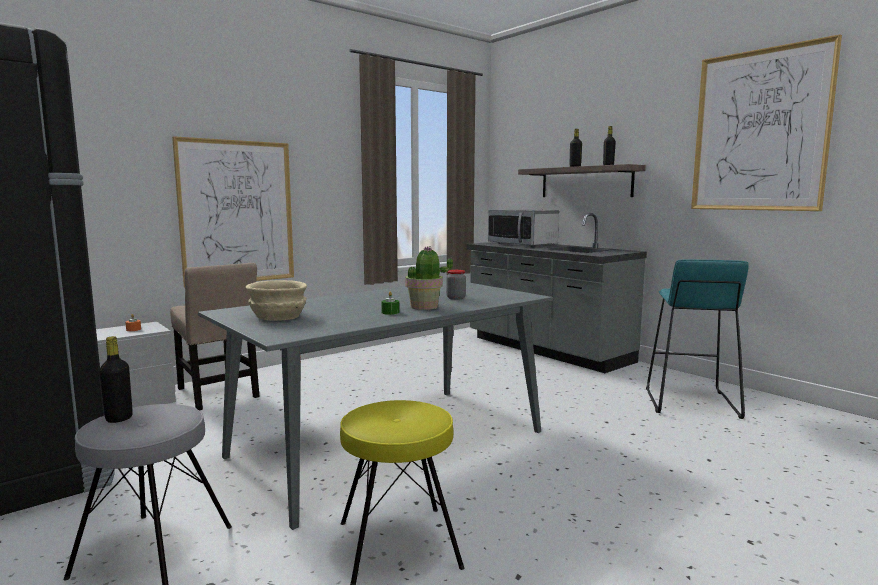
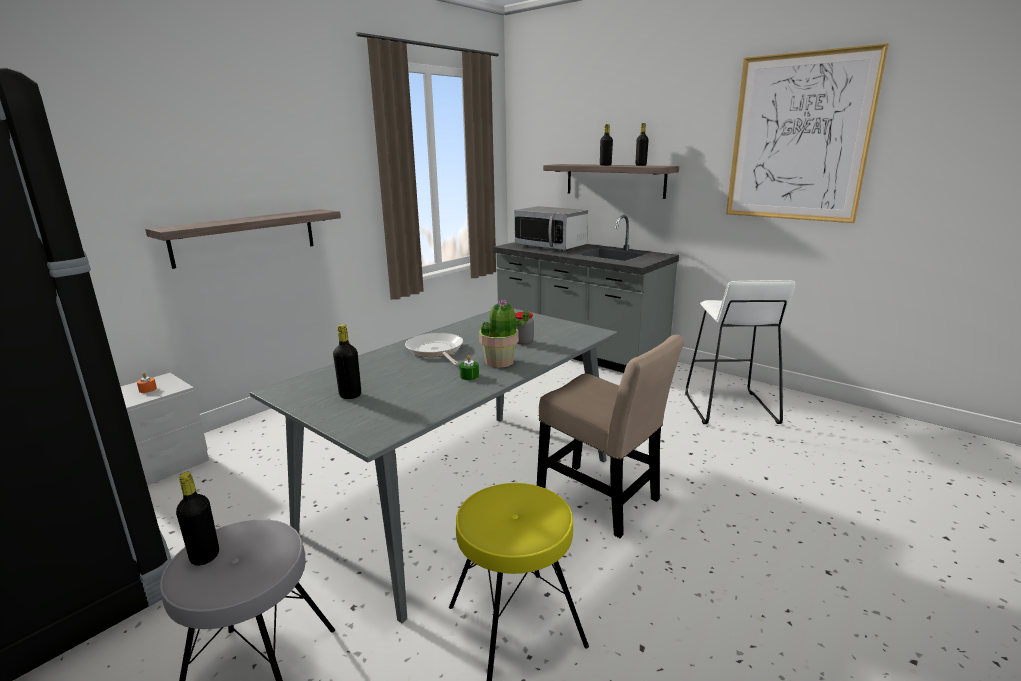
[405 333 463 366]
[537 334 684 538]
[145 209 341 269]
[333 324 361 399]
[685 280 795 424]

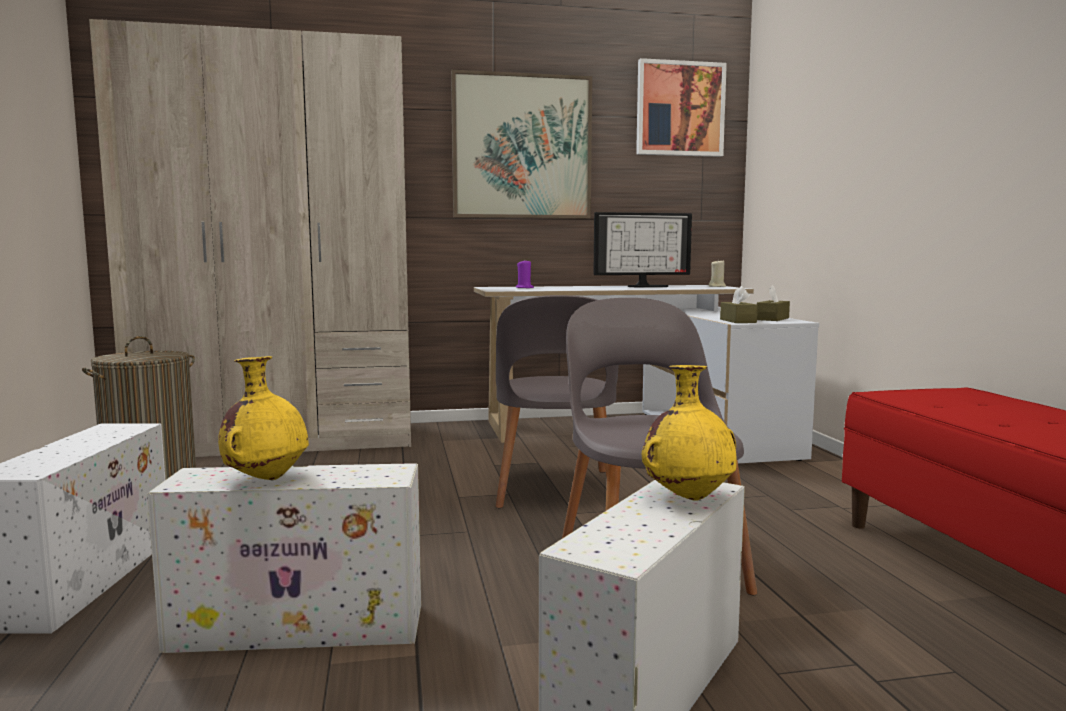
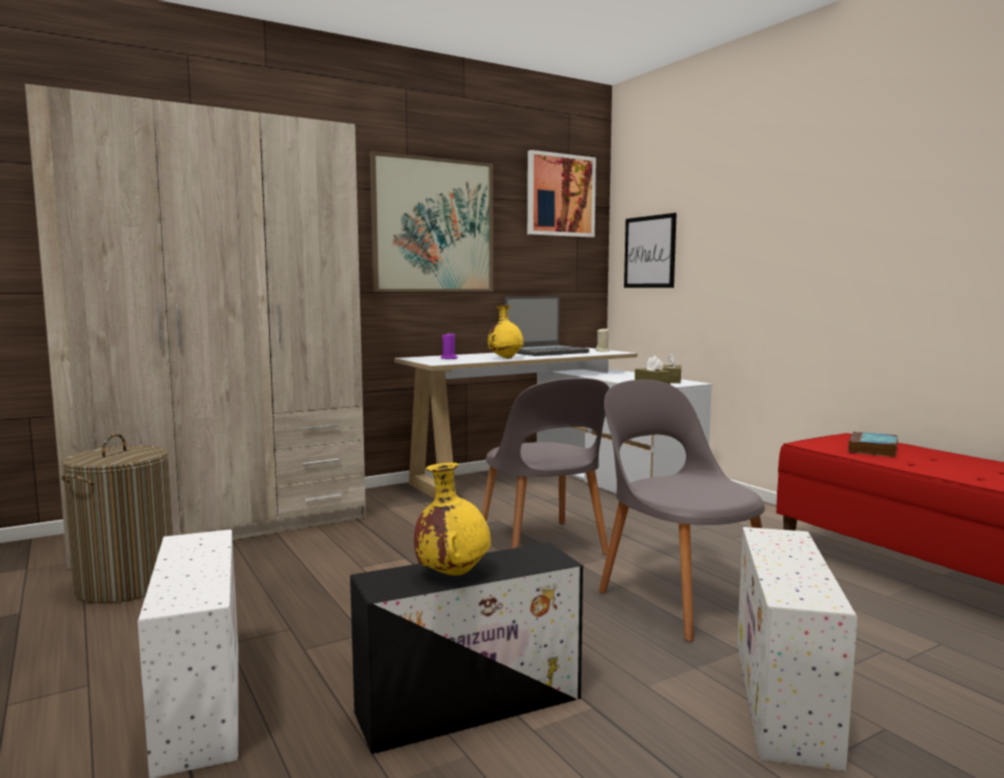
[624 213 677 288]
[848 431 898 457]
[488 305 523 359]
[505 296 589 356]
[350 543 583 754]

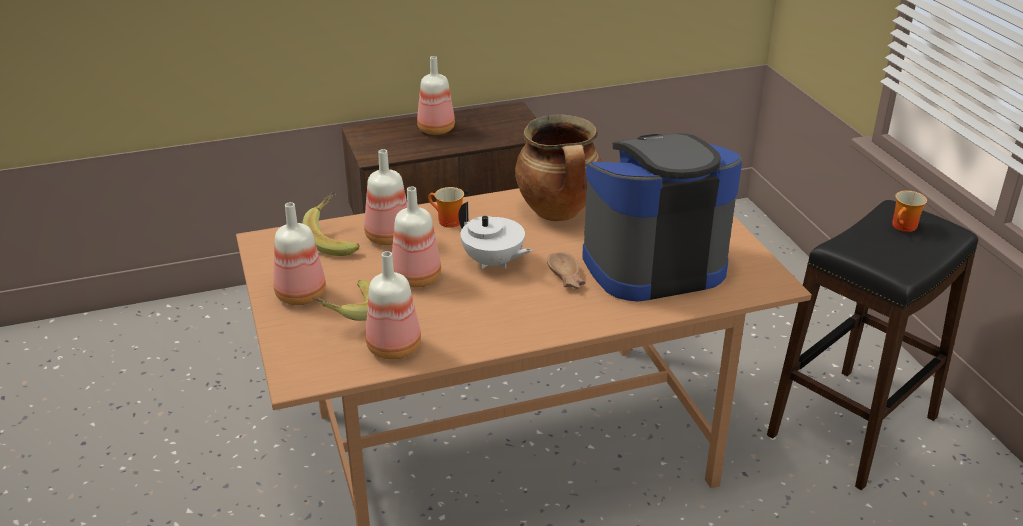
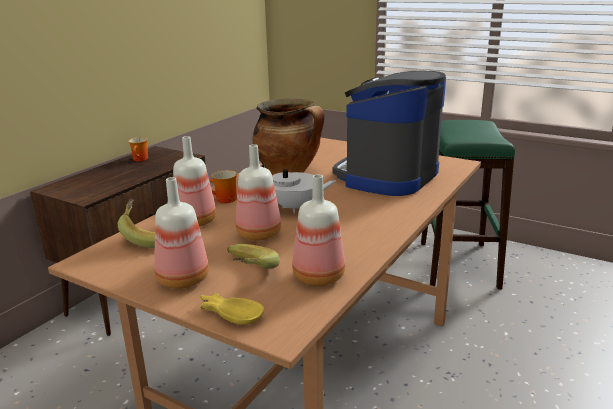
[417 56 455 135] (first image)
[547 252 586 289] (first image)
[200 293 264 325]
[129 137 148 161]
[421 120 515 289]

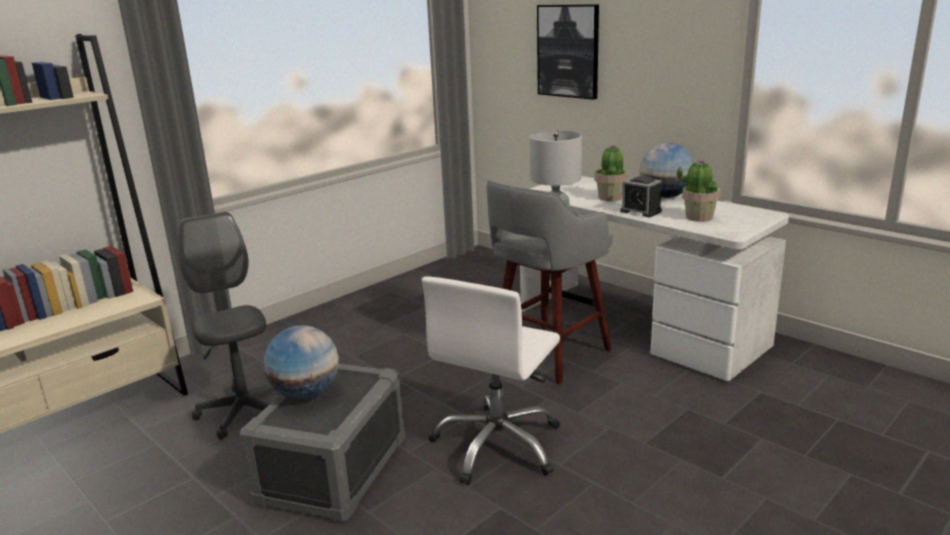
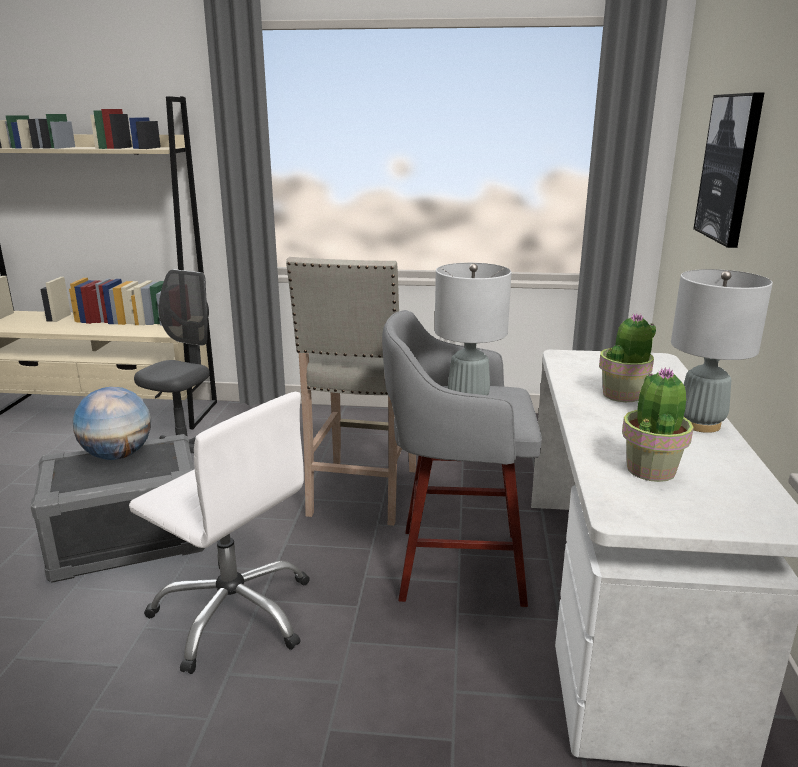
[620 176 662 217] (first image)
[286 257 416 526]
[671 269 773 433]
[129 392 310 674]

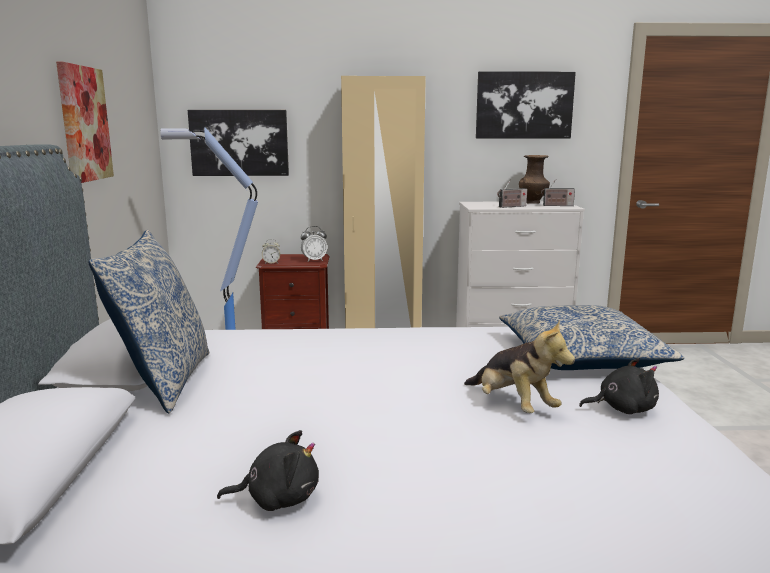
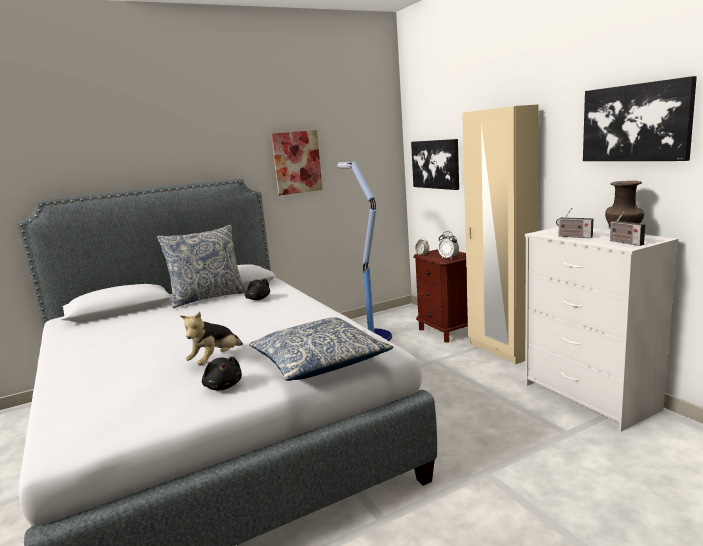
[245 278 270 300]

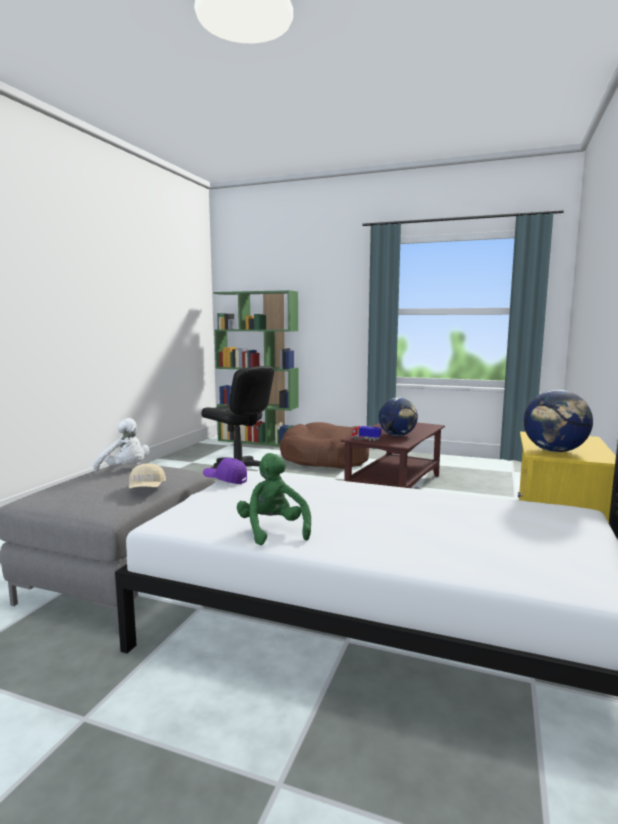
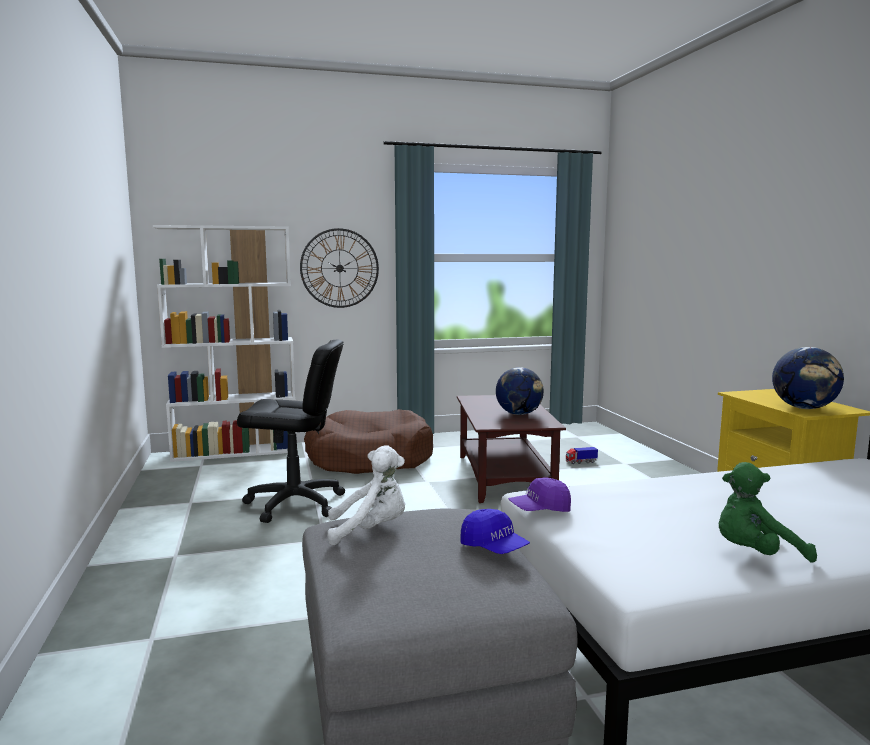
[300 228 379 308]
[566 447 598 464]
[460 509 530 554]
[153 225 295 462]
[719 462 817 563]

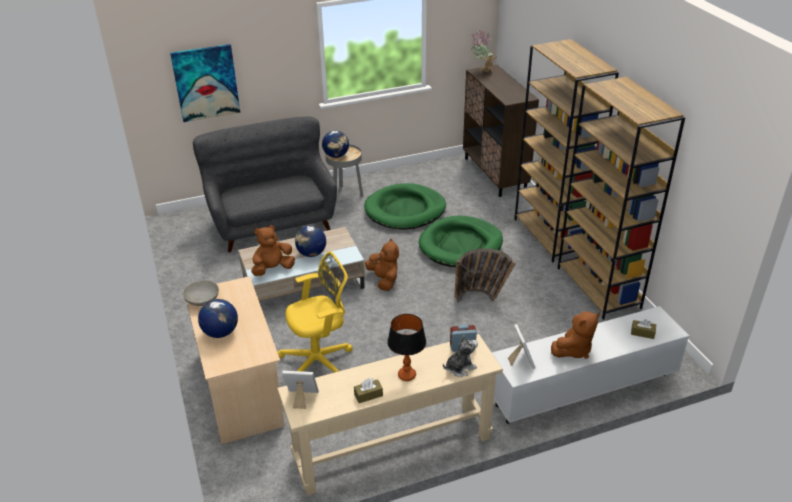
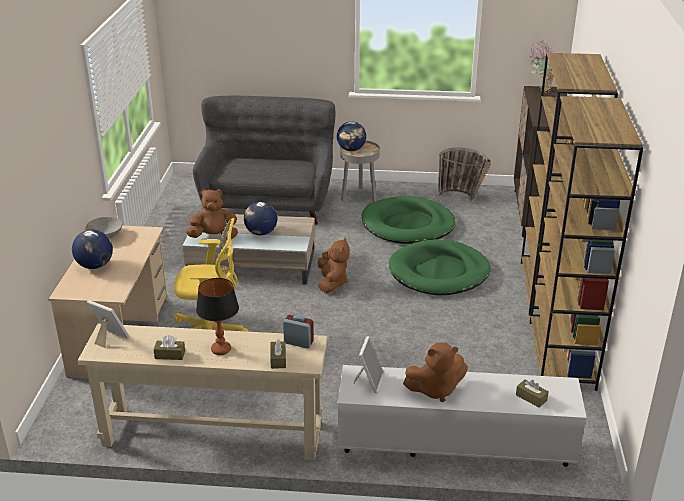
[170 44 240 122] (first image)
[438 148 491 201]
[270 339 286 369]

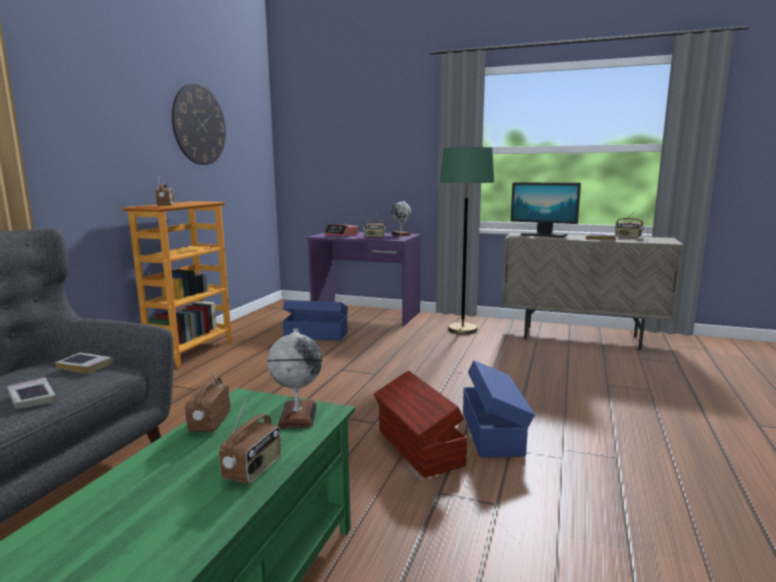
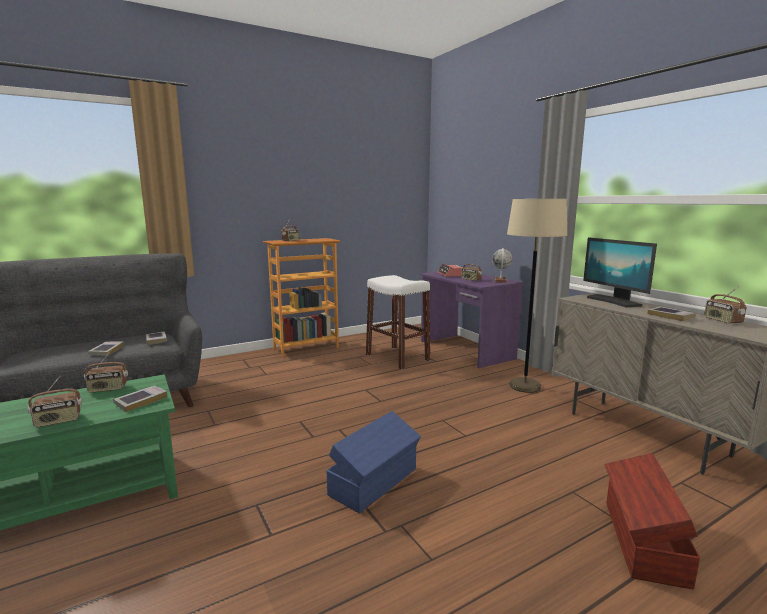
[172 84 226 165] (first image)
[605 453 700 590]
[113 386 167 412]
[366 275 430 369]
[507 199 567 393]
[84 350 128 393]

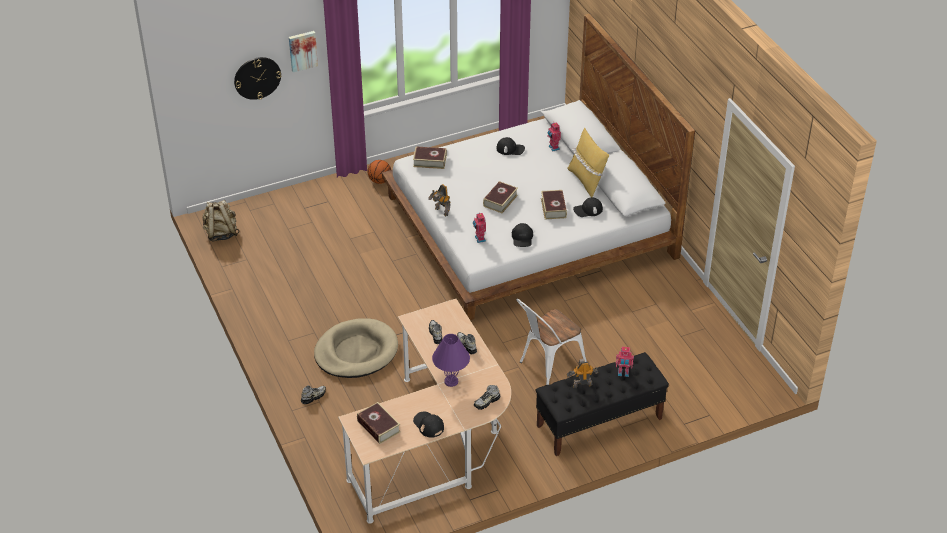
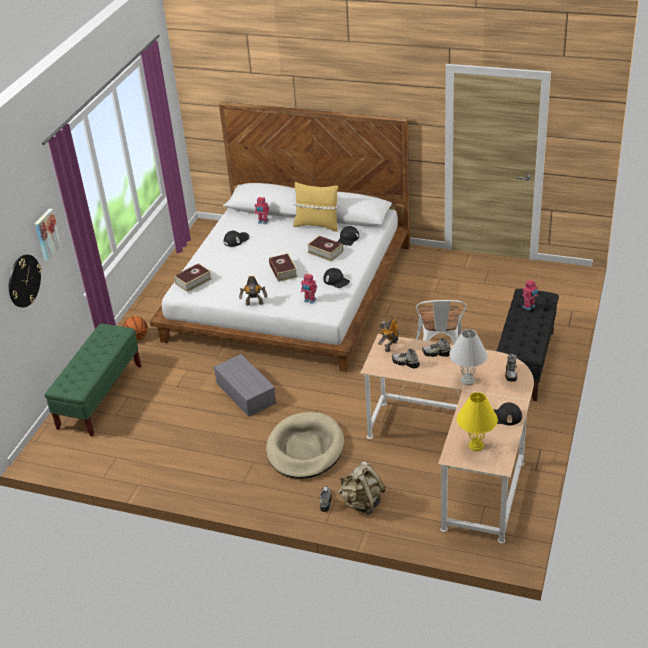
[45 324 141 437]
[214 354 276 417]
[338 461 386 515]
[378 318 399 352]
[457 392 498 451]
[449 329 488 385]

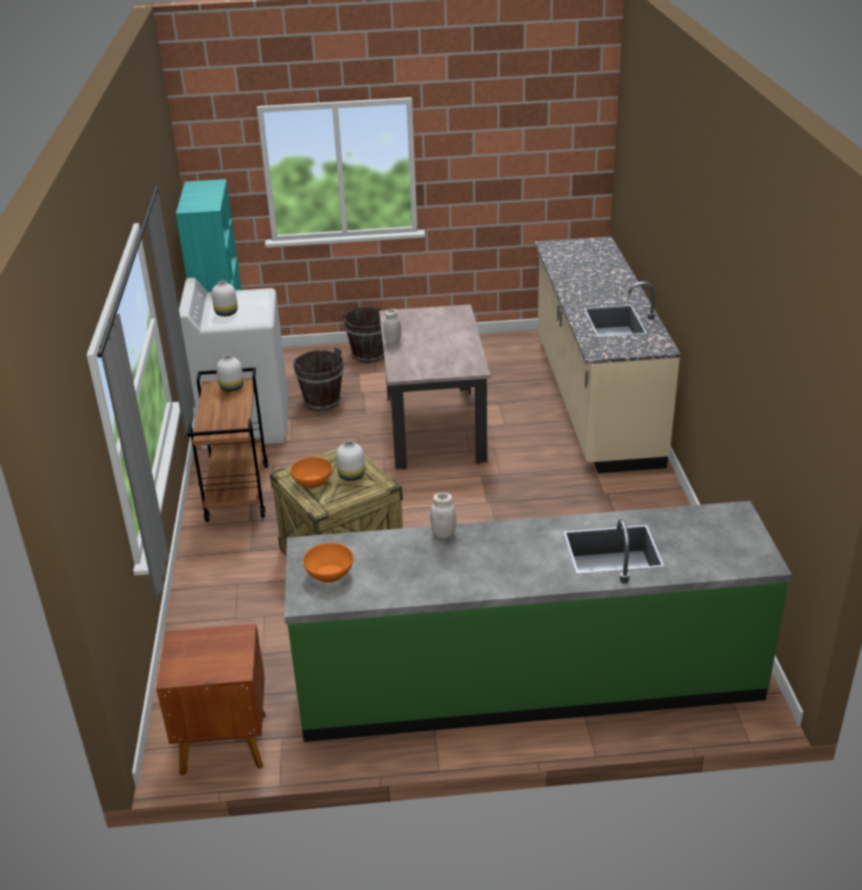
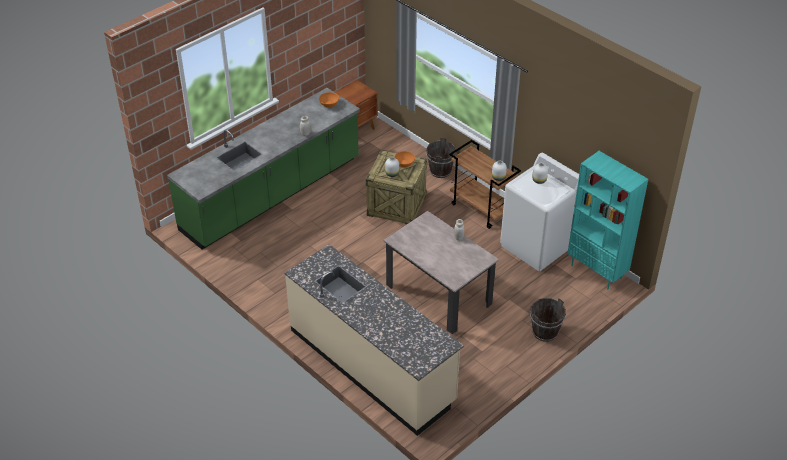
[426 137 456 178]

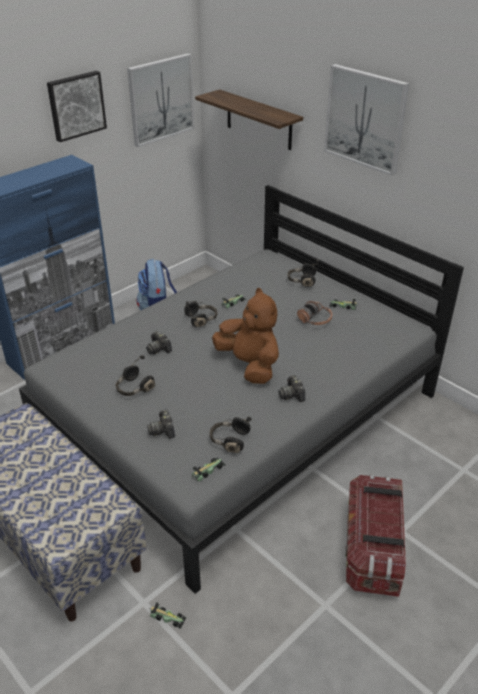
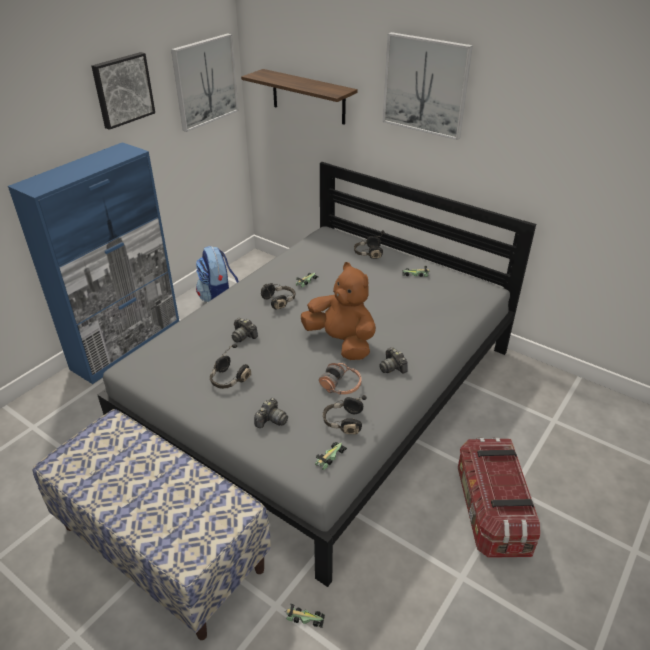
[319 363 362 395]
[254 398 288 428]

